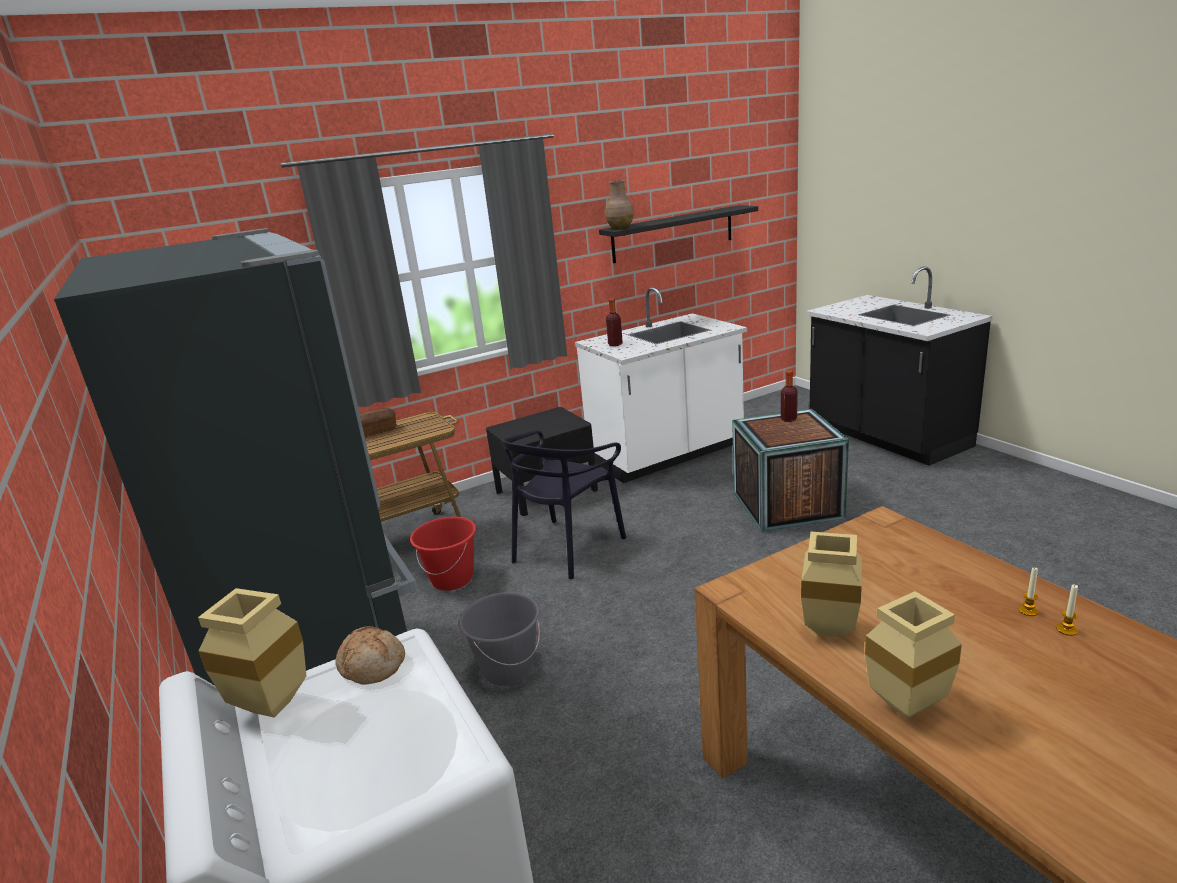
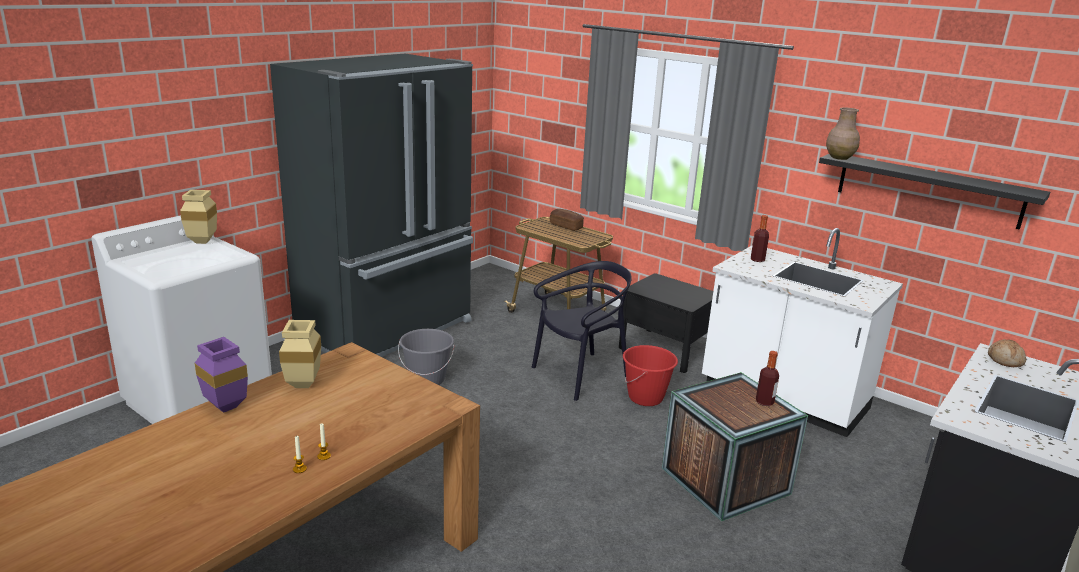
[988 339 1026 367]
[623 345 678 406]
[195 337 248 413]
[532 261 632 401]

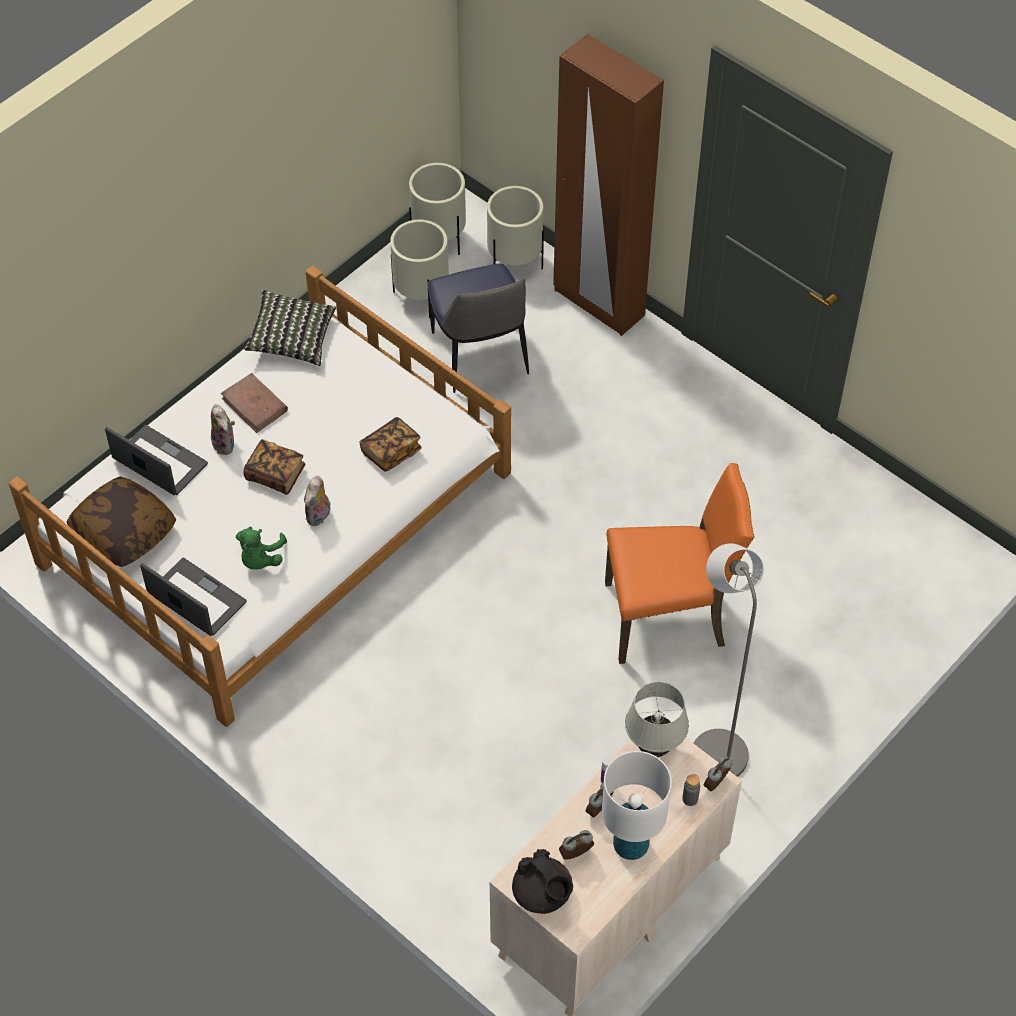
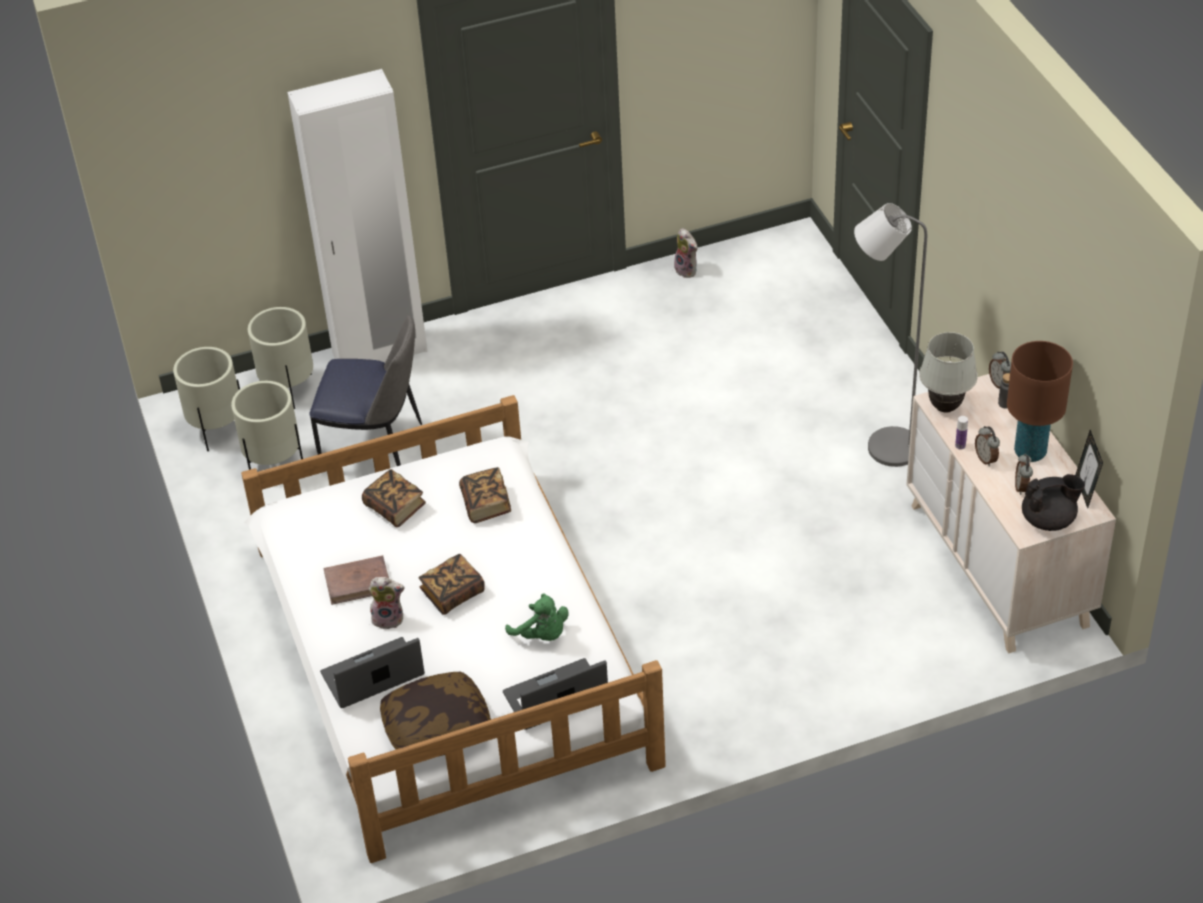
[244 290 336 366] (first image)
[605 463 755 664] (first image)
[362 469 426 527]
[1075 430 1103 508]
[674 228 698 278]
[287 69 427 363]
[1007 341 1073 462]

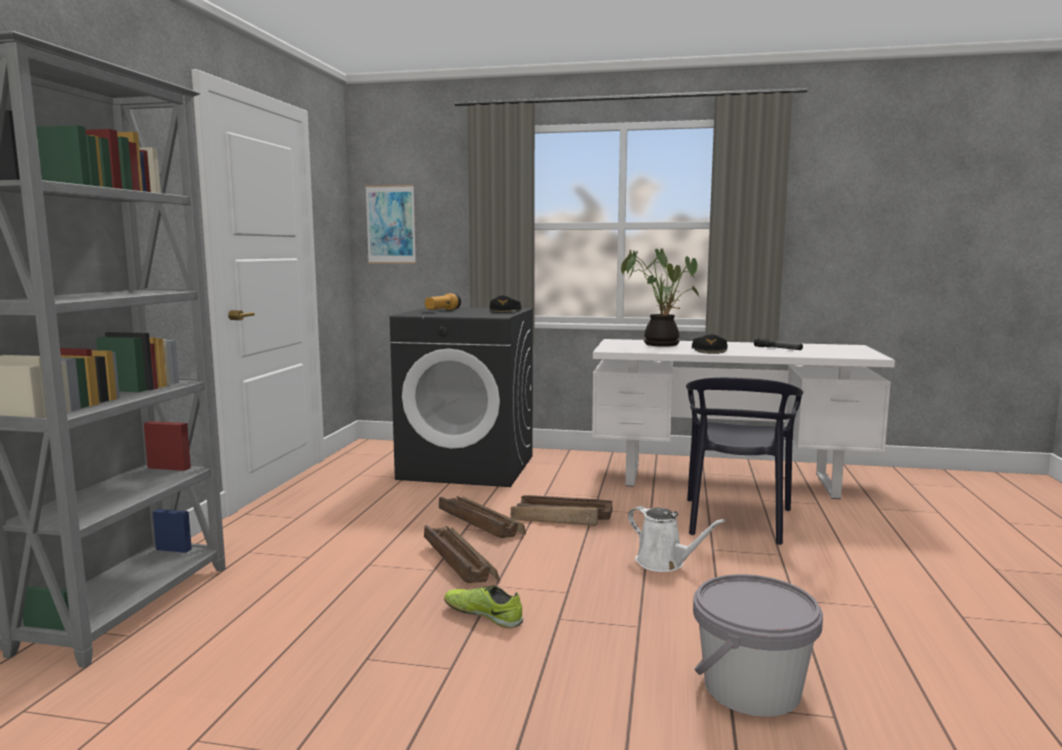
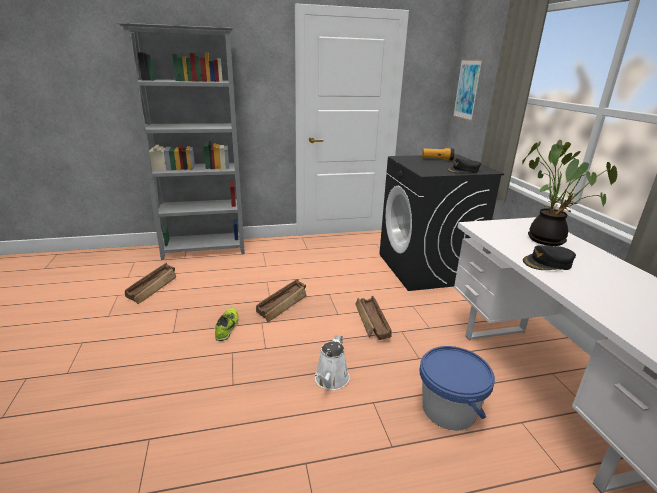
[693 574 823 717] (first image)
[754 338 803 350] (first image)
[125 263 176 304]
[419 346 495 431]

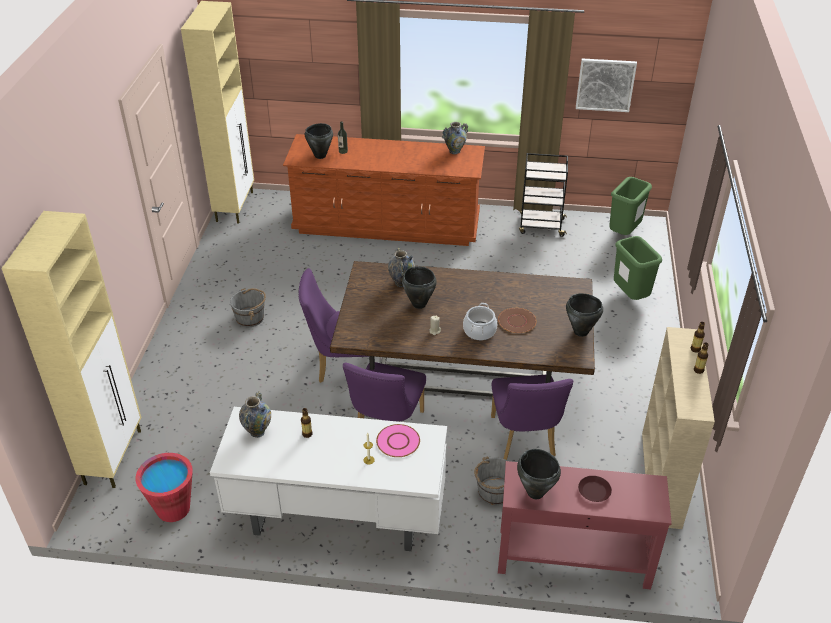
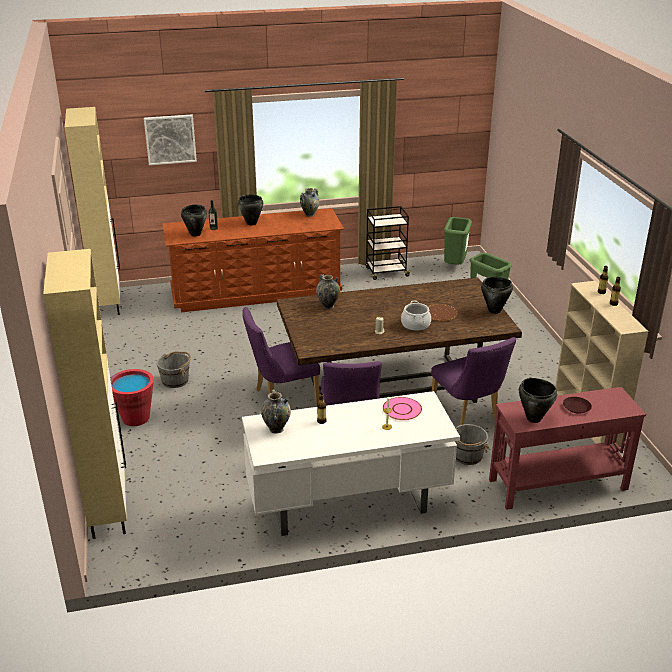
[111 369 154 426]
[238 194 263 225]
[144 114 197 165]

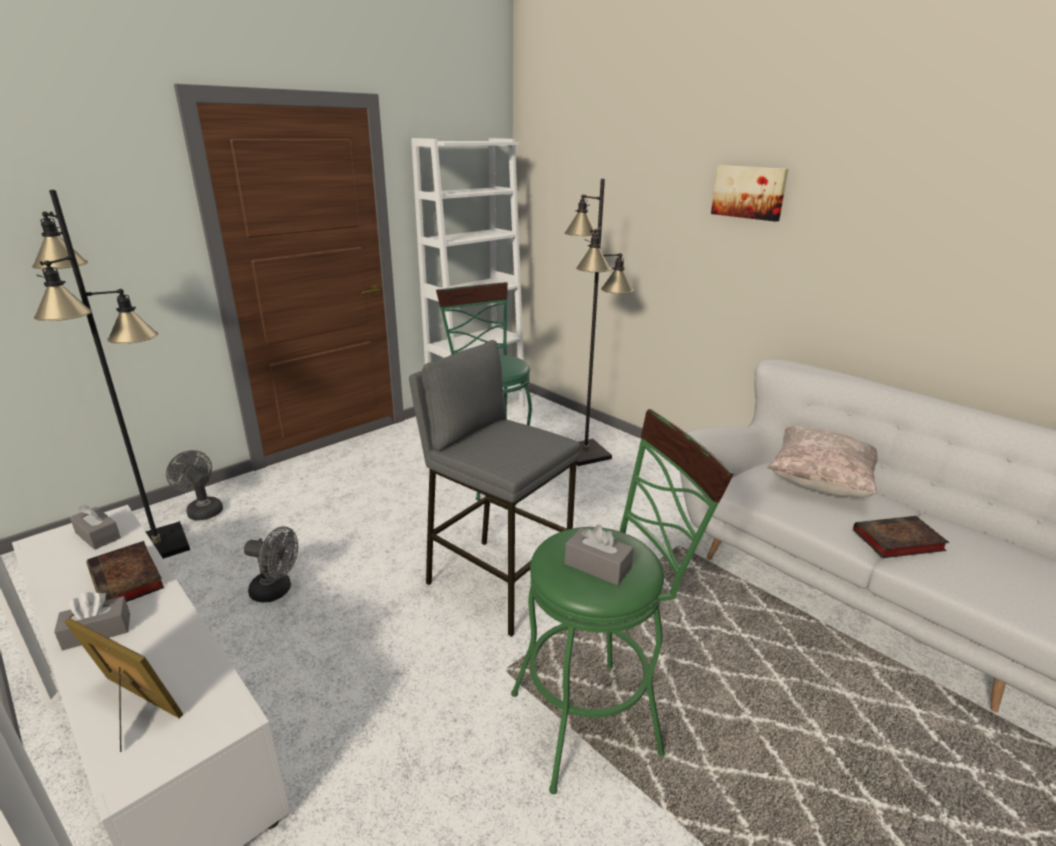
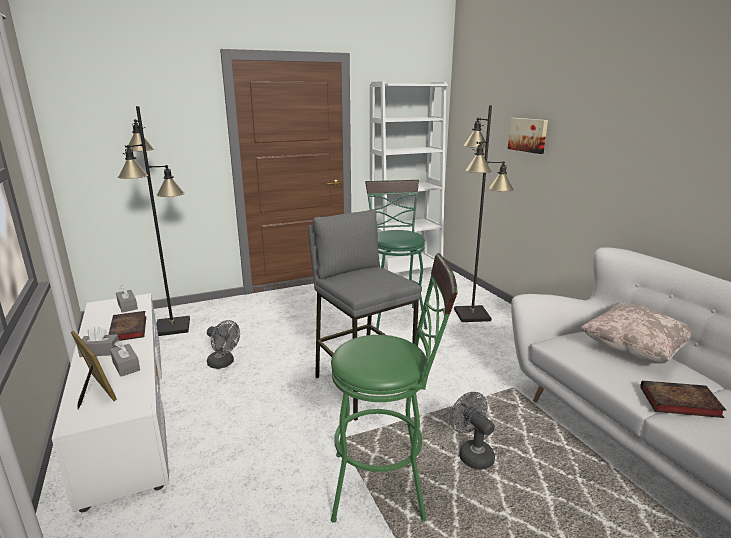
[450 392 495 470]
[110 340 140 377]
[508 118 548 154]

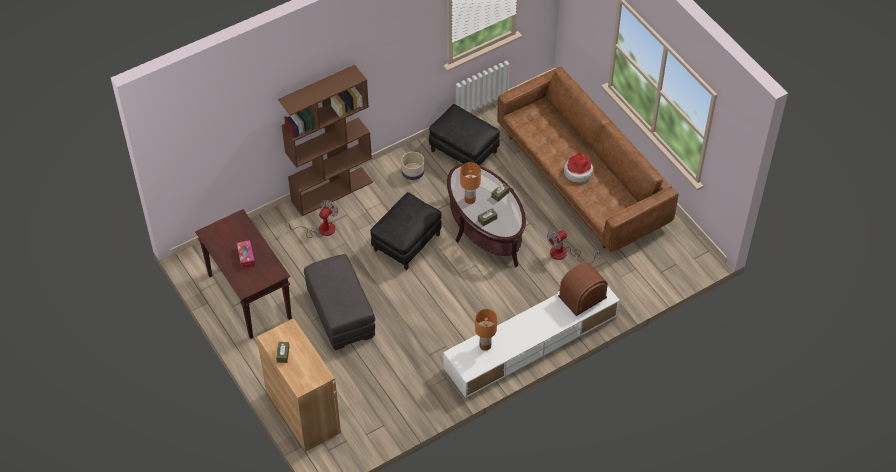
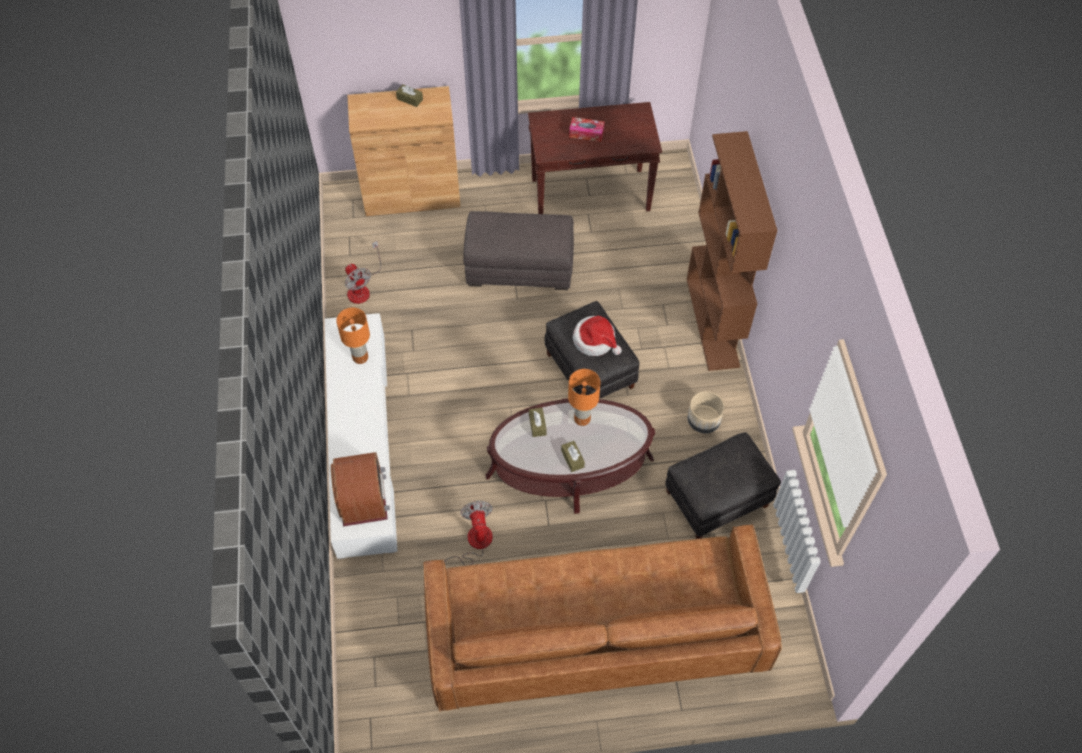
[345 241 381 304]
[573 316 622 356]

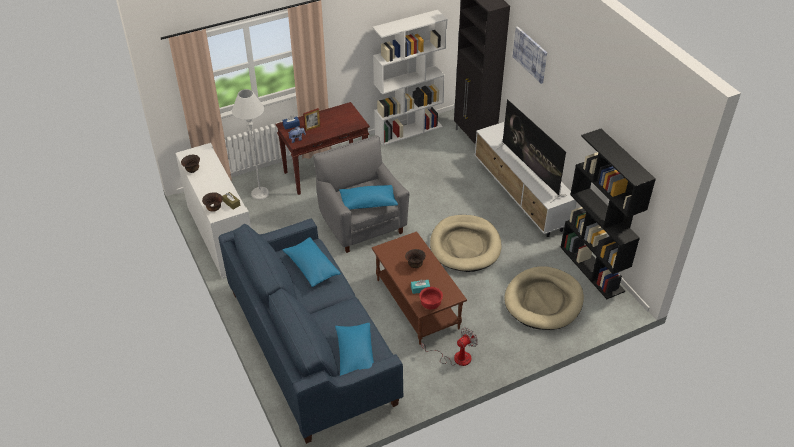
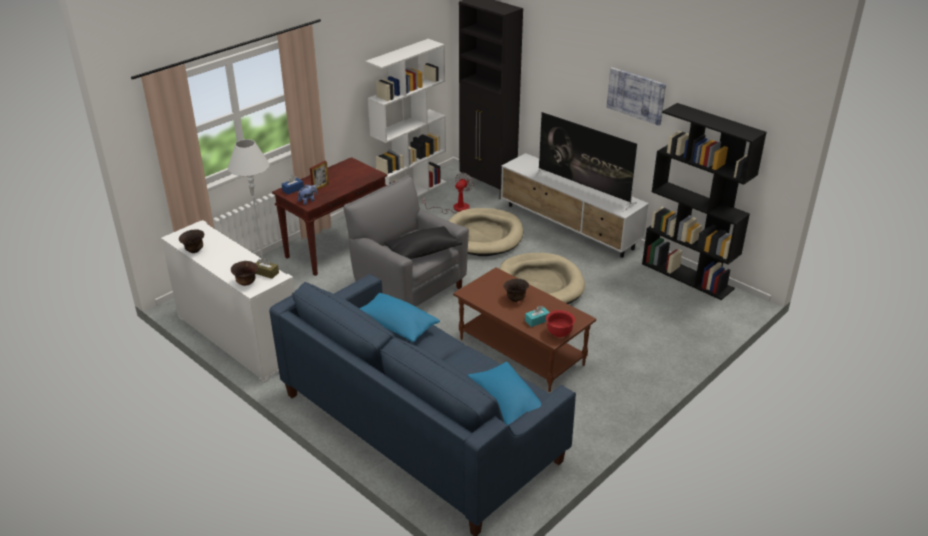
[422 173 474 214]
[449 208 523 256]
[607 67 666 126]
[384 226 462 259]

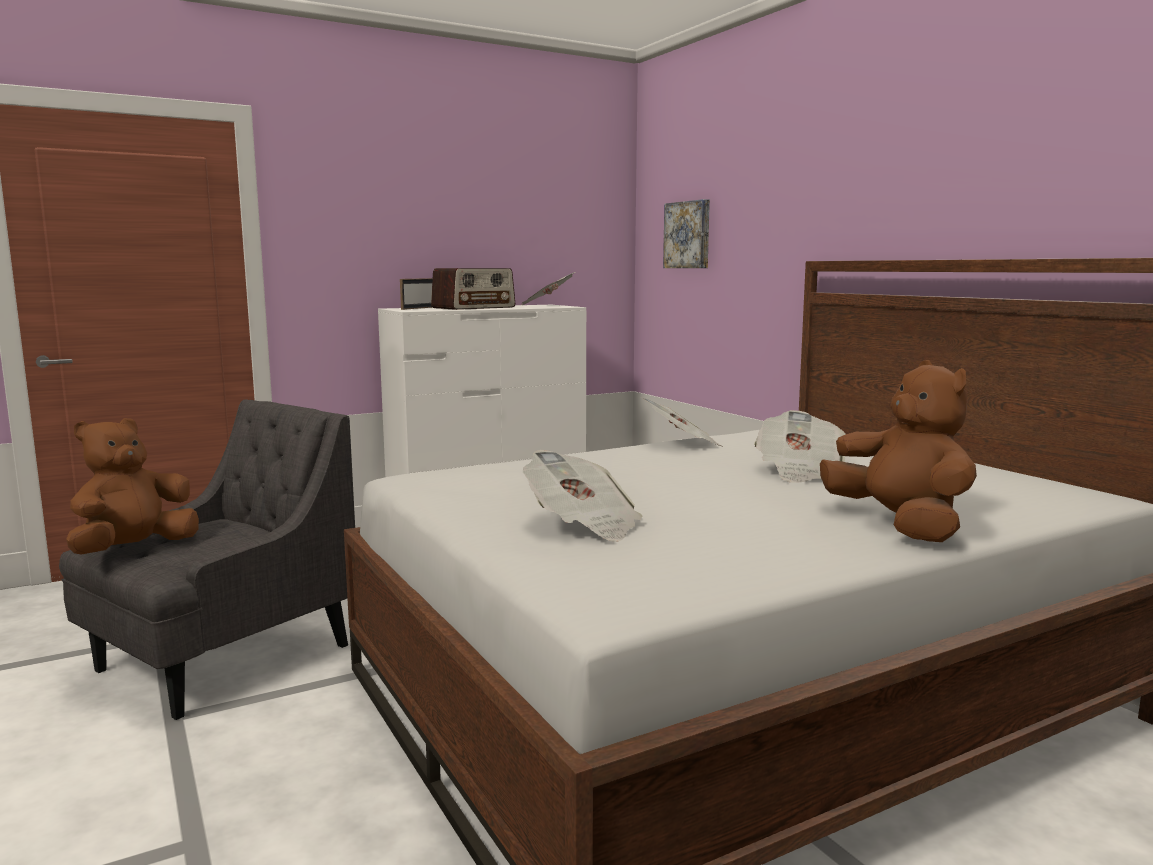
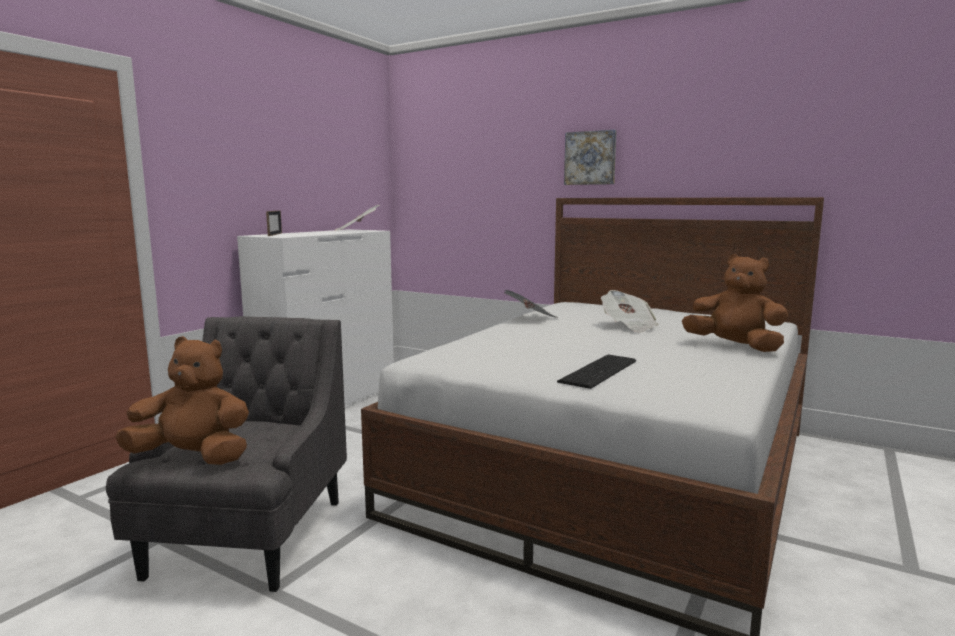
[431 268 515 310] (first image)
[564 130 617 185]
[557 355 636 389]
[115 336 249 465]

